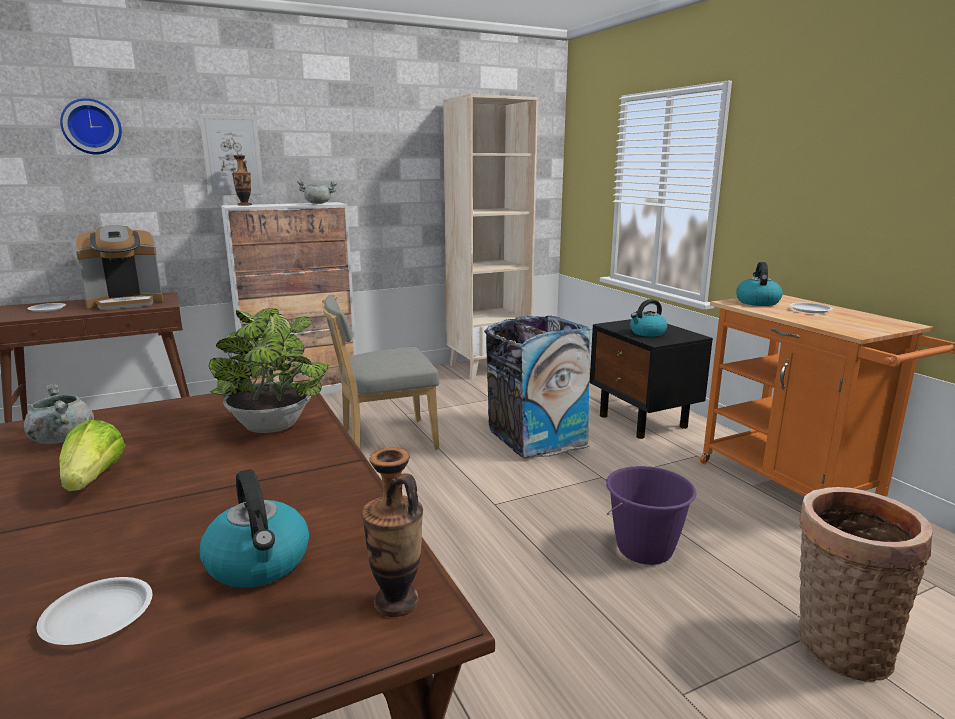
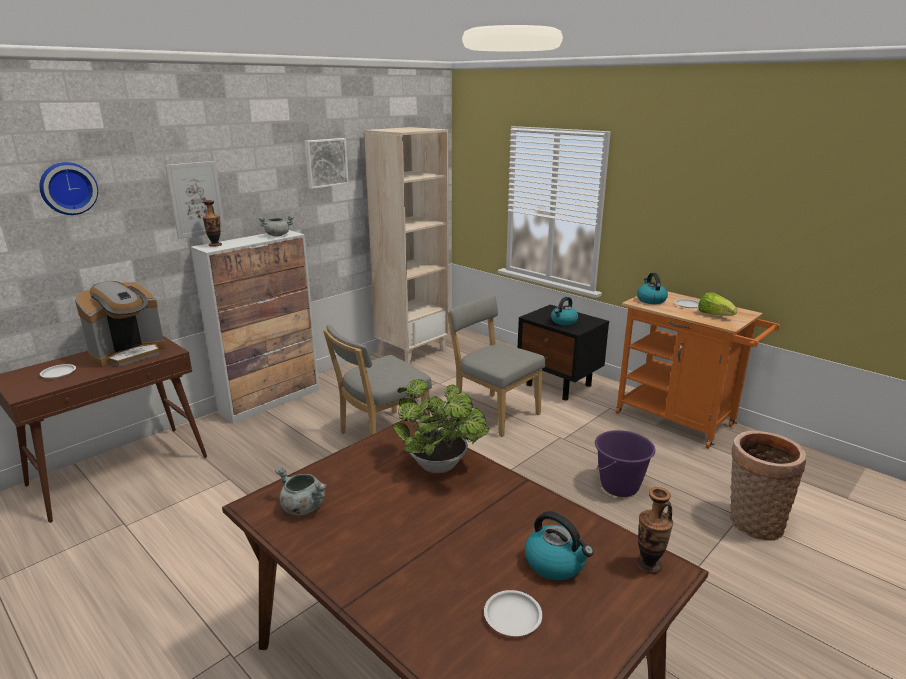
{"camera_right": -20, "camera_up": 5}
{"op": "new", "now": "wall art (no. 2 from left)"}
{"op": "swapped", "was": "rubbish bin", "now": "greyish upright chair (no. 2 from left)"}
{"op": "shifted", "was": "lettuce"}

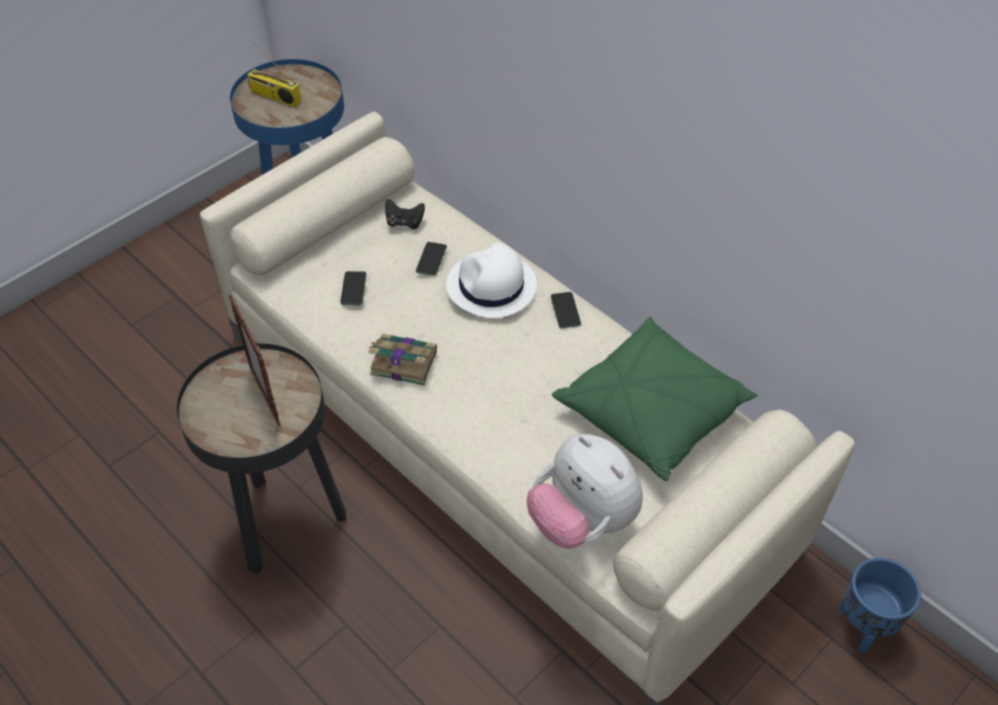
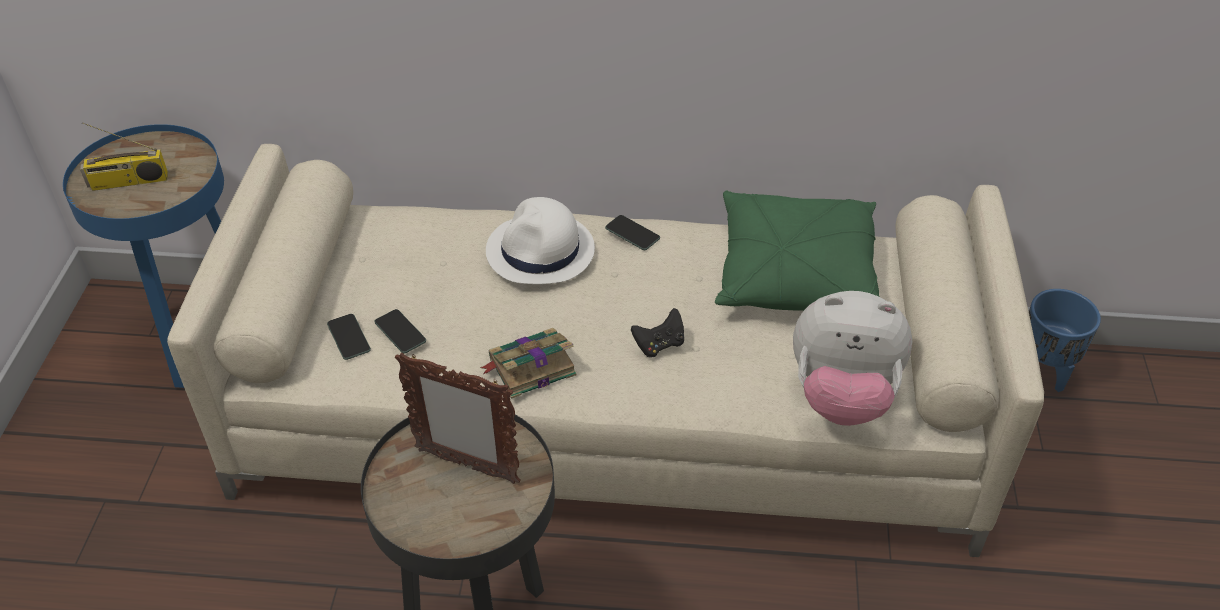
{"camera_right": -40, "camera_up": -5}
{"op": "shifted", "was": "handset (no. 2 from left in the first image)", "now": "handset (no. 1 from left)"}
{"op": "shifted", "was": "blackish gamepad"}

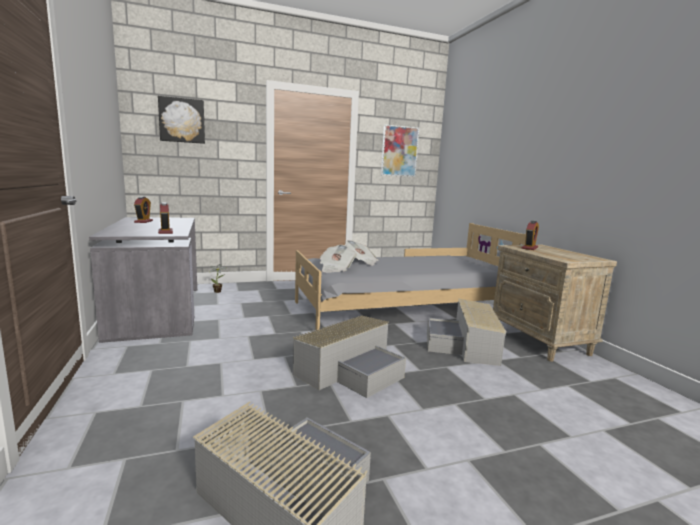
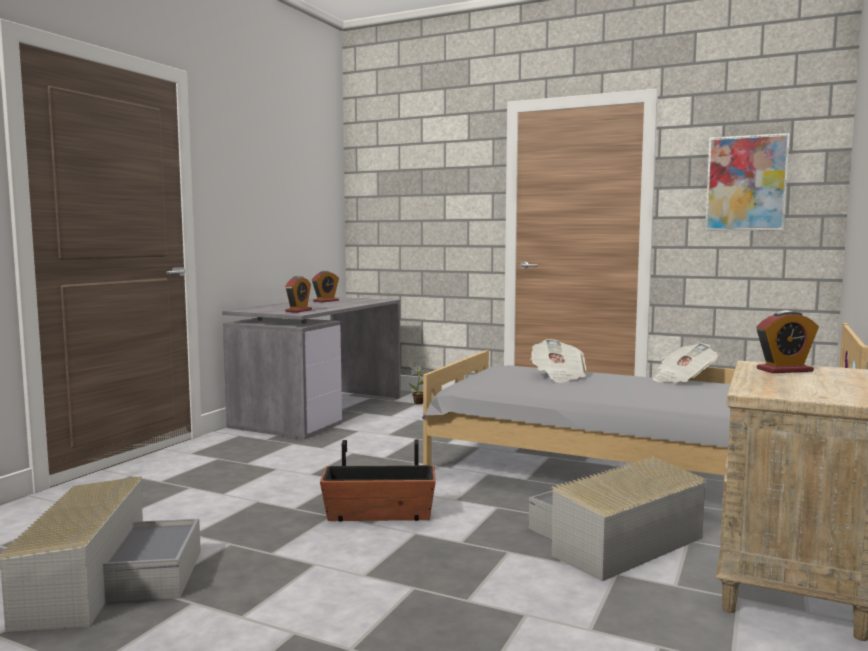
{"camera_right": 45, "camera_up": -5}
{"op": "swapped", "was": "greyish storage bin (no. 2 from left)", "now": "plant pot"}
{"op": "shifted", "was": "printed paper (no. 1 from left in the first image)", "now": "printed paper (no. 2 from left)"}
{"op": "gone", "was": "wall art (no. 1 from left)"}

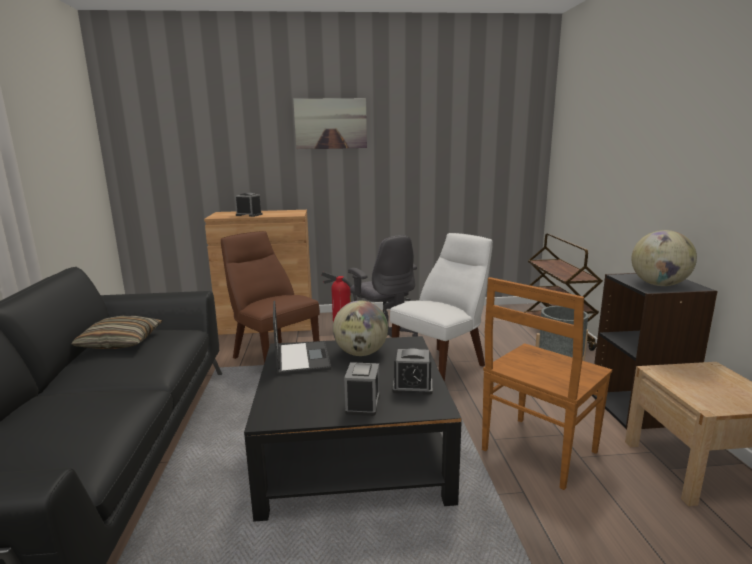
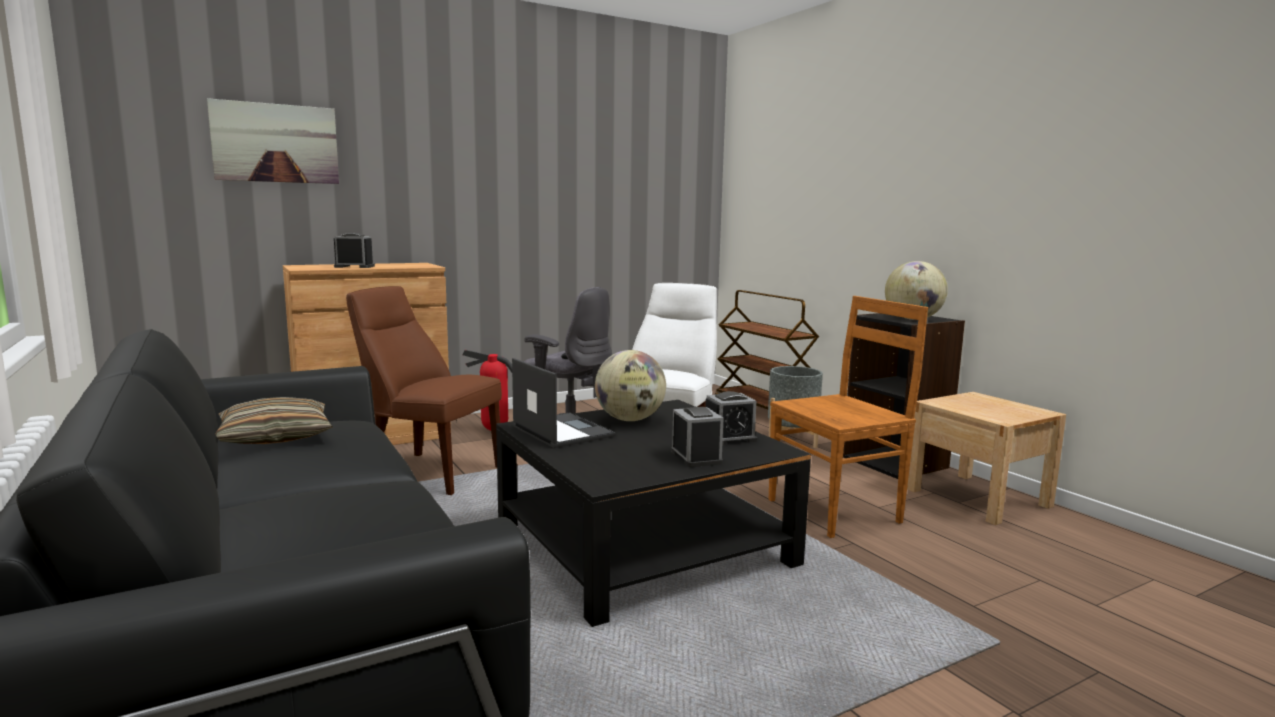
{"camera_right": -25, "camera_up": -5}
{"op": "shifted", "was": "wall art"}
{"op": "rotated", "was": "brown-coloured upright chair (no. 2 from left)", "clockwise": -135}

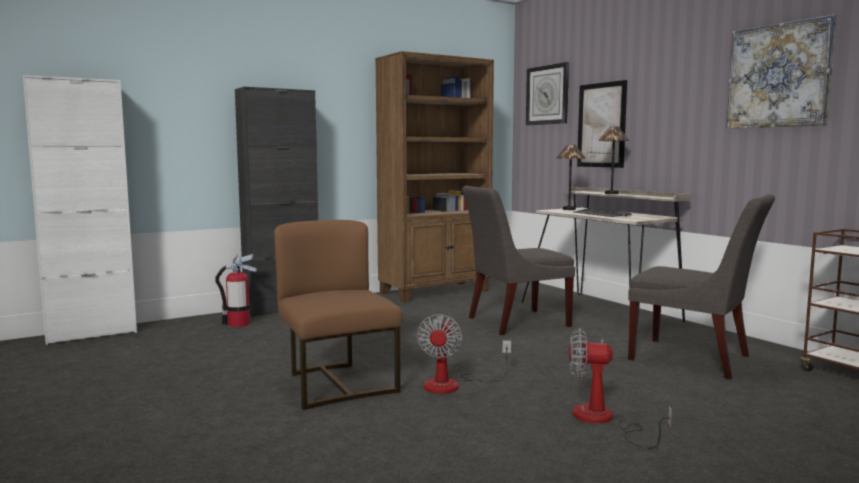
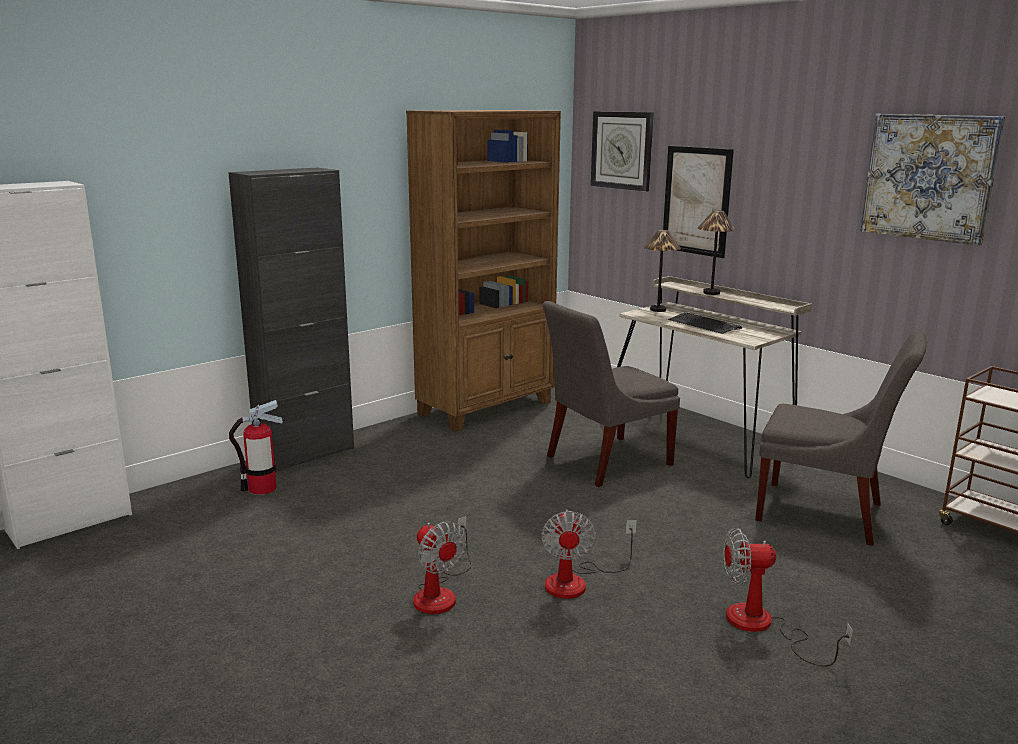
{"camera_right": -10, "camera_up": 10}
{"op": "swapped", "was": "brown-coloured upright chair", "now": "fan (no. 1 from left)"}

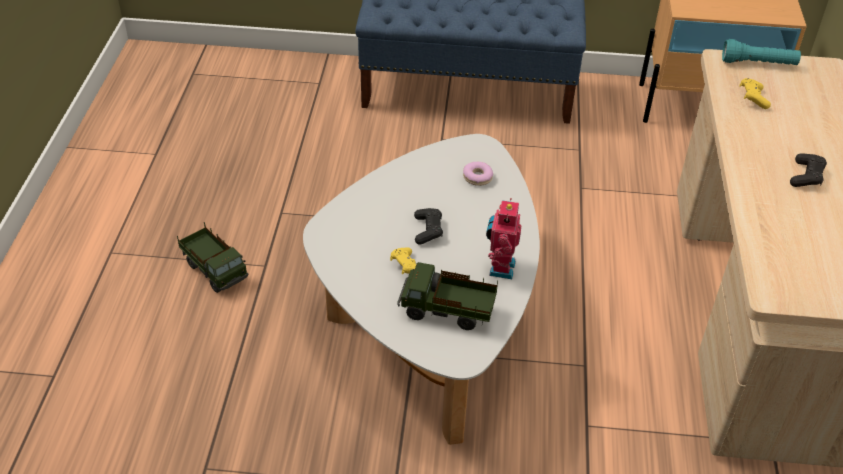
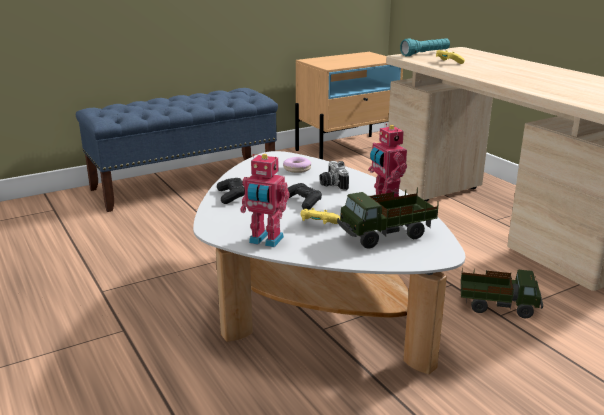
{"camera_right": -35, "camera_up": -20}
{"op": "shifted", "was": "blackish gamepad (no. 2 from left in the first image)", "now": "blackish gamepad (no. 1 from left)"}
{"op": "new", "now": "robot figure (no. 1 from left)"}
{"op": "new", "now": "photo camera"}
{"op": "shifted", "was": "model truck (no. 1 from left in the first image)", "now": "model truck (no. 2 from left)"}

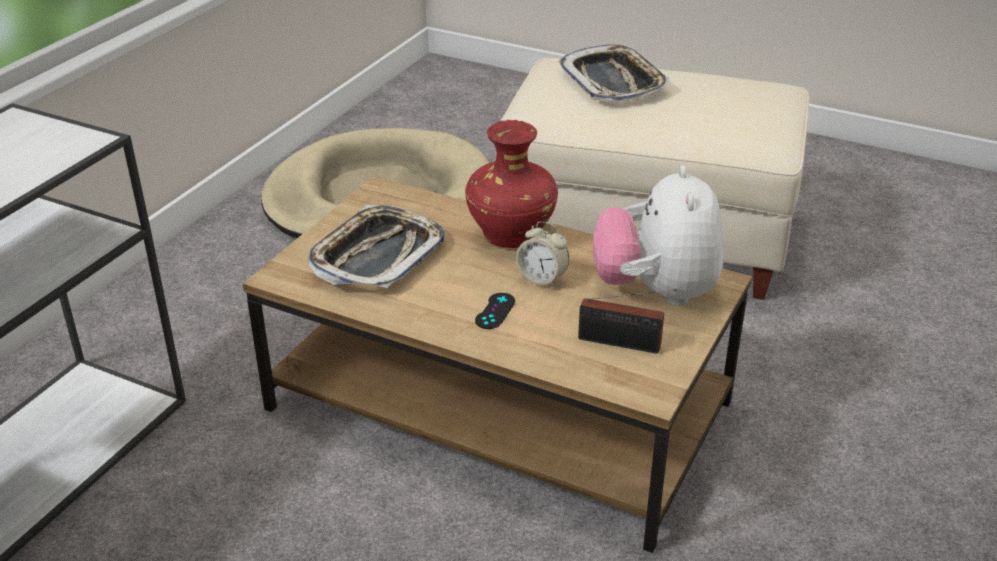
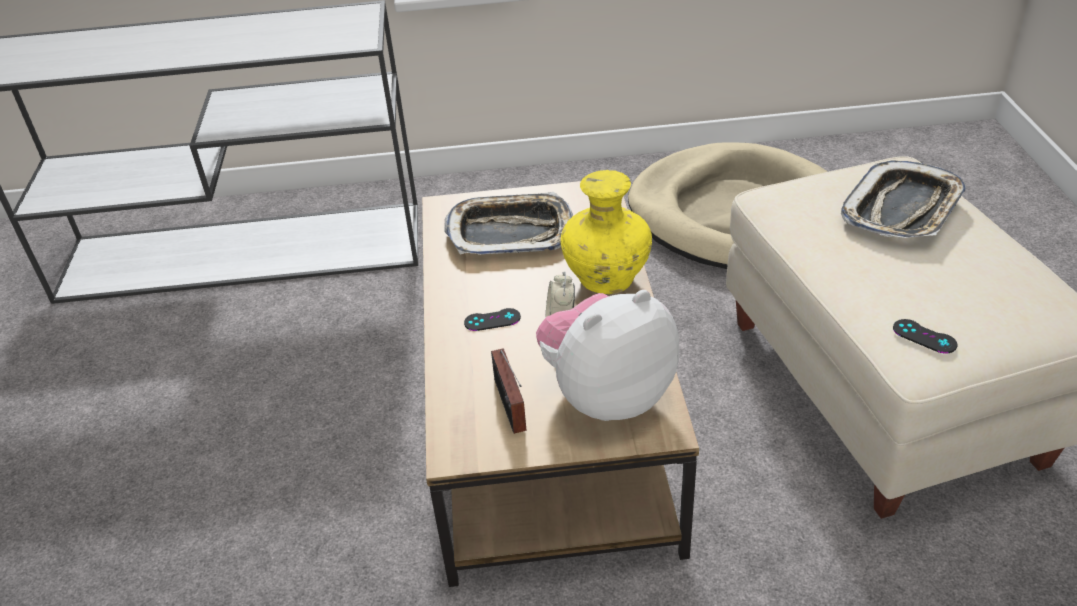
{"camera_right": 60, "camera_up": 5}
{"op": "repainted", "was": "reddish vase", "now": "yellow vase"}
{"op": "new", "now": "blackish gamepad (no. 2 from left)"}

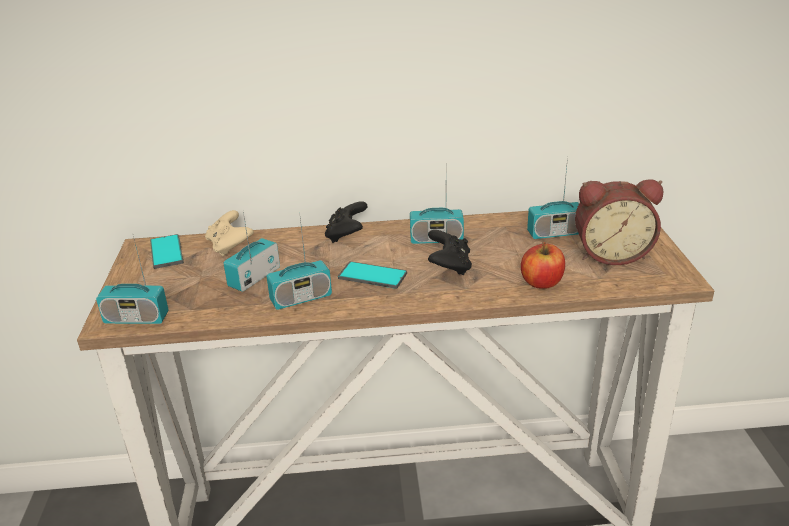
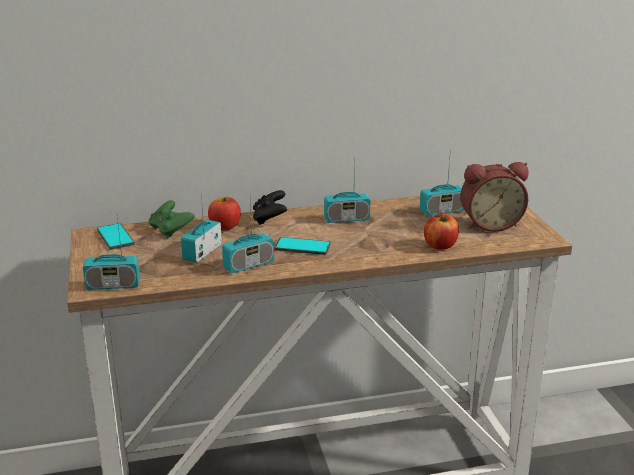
{"camera_right": -10, "camera_up": -5}
{"op": "repainted", "was": "beige gamepad", "now": "green gamepad"}
{"op": "new", "now": "apple fruit (no. 1 from left)"}
{"op": "gone", "was": "blackish gamepad (no. 2 from left)"}

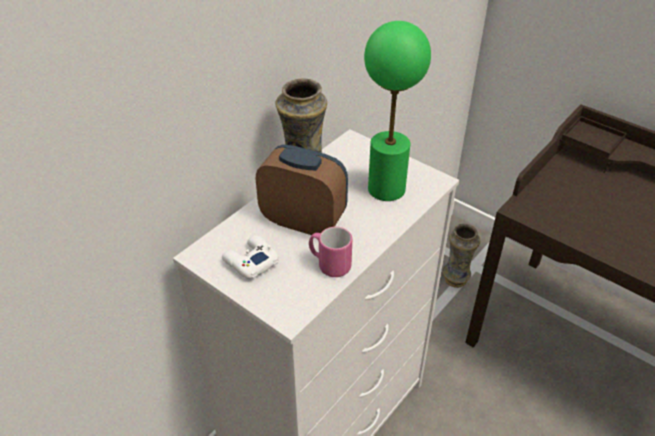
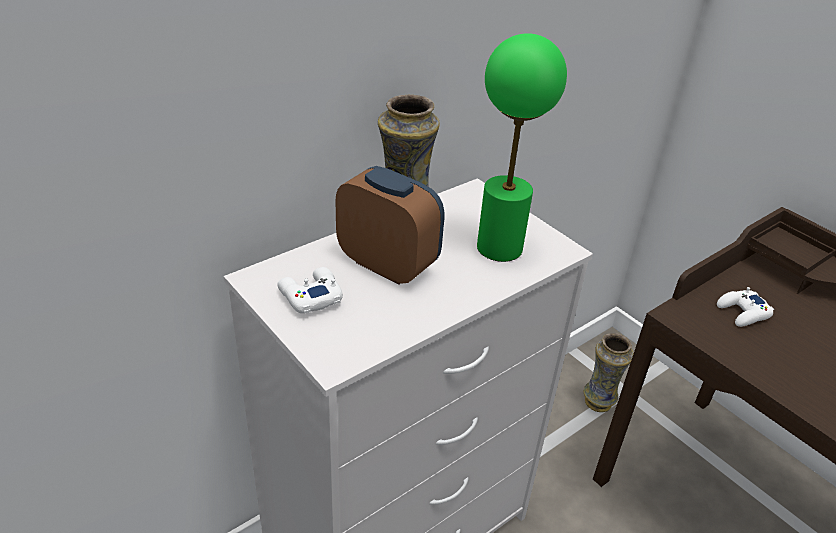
{"camera_right": 10, "camera_up": -5}
{"op": "new", "now": "whitish gamepad (no. 2 from left)"}
{"op": "gone", "was": "pink-coloured coffee mug"}

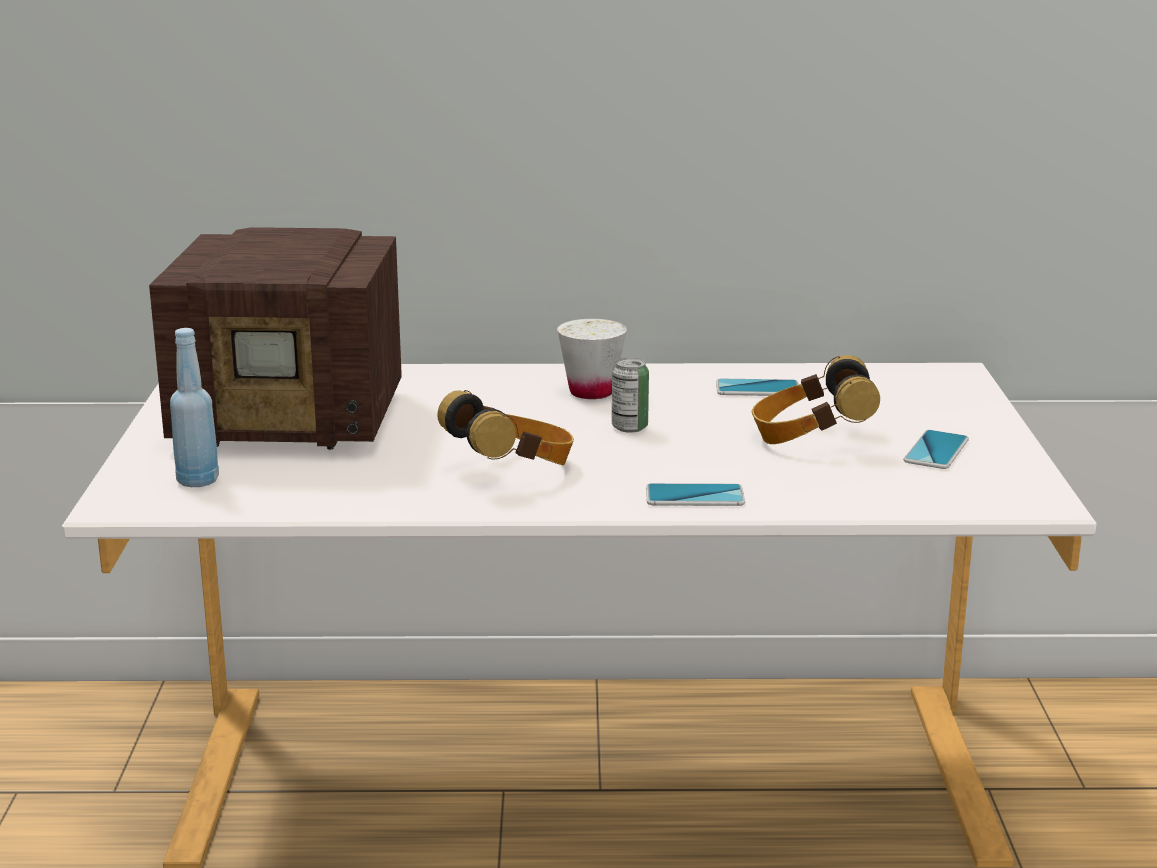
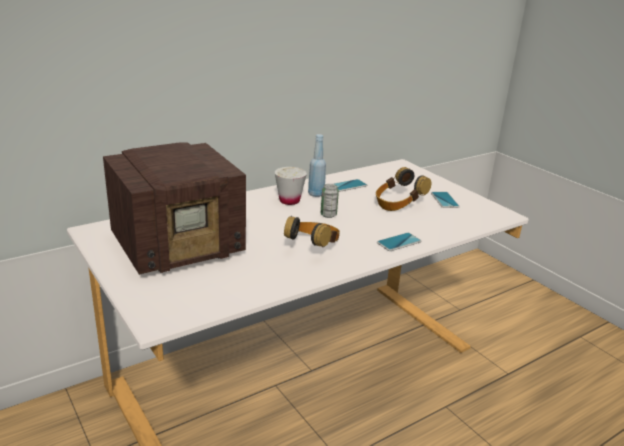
{"camera_right": -35, "camera_up": 5}
{"op": "shifted", "was": "bluish beverage bottle"}

